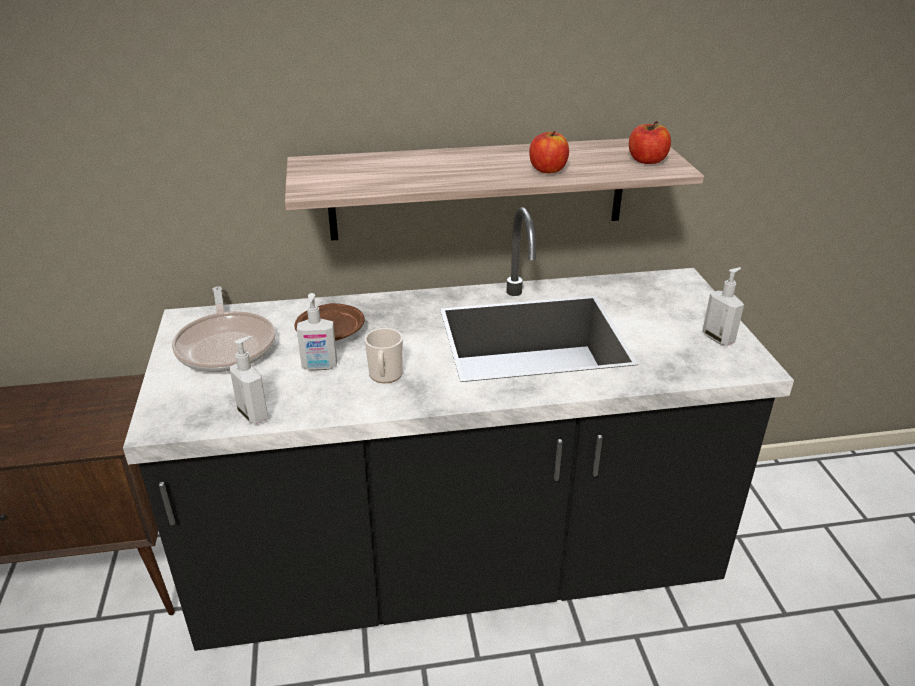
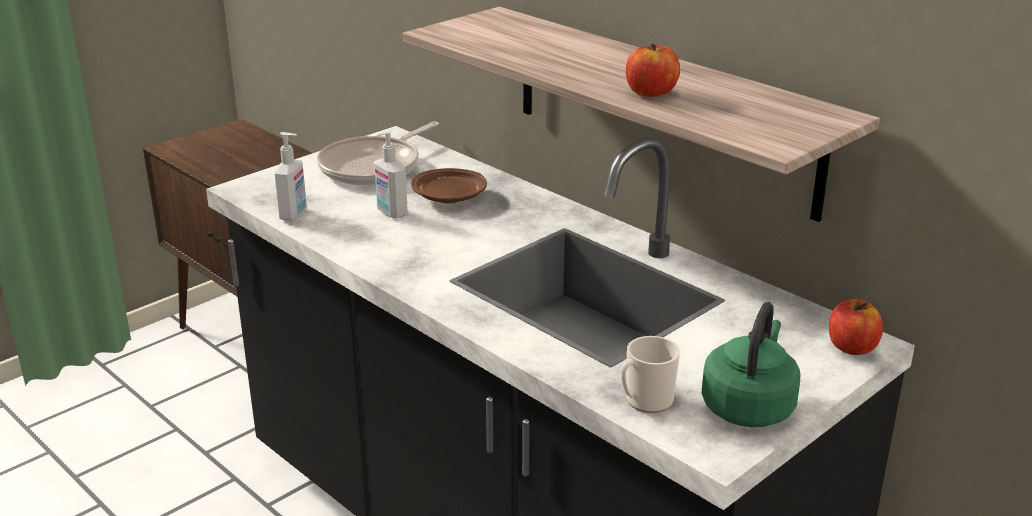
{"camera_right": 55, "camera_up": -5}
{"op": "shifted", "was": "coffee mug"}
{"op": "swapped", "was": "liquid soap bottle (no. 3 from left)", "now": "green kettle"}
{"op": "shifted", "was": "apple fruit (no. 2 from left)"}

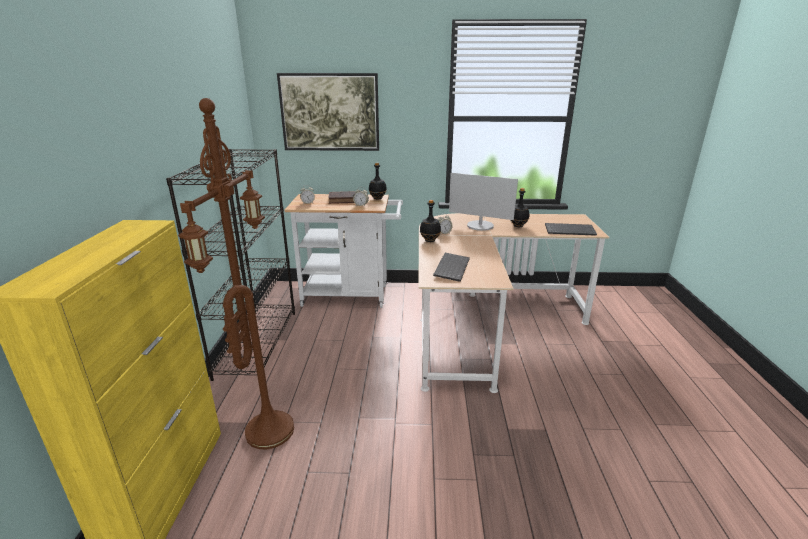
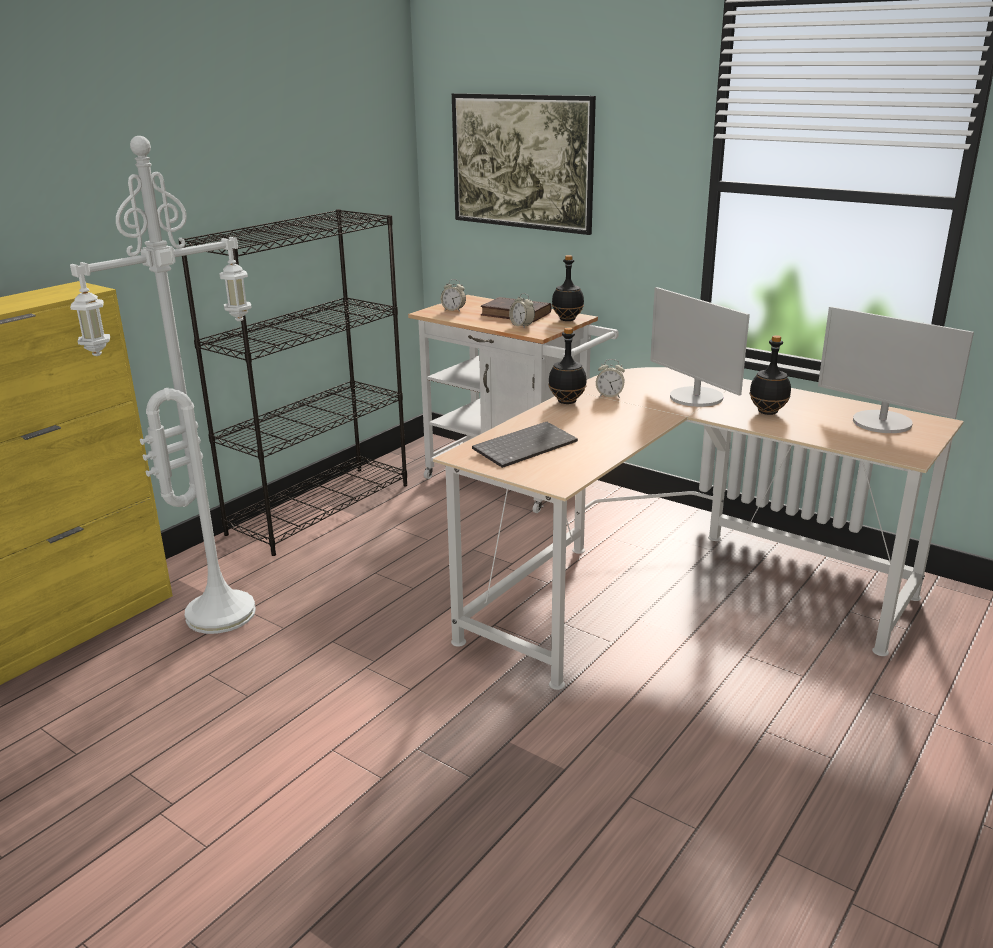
{"camera_right": 35, "camera_up": 0}
{"op": "repainted", "was": "brown-coloured standard lamp", "now": "whitish standard lamp"}
{"op": "new", "now": "computer display (no. 2 from left)"}
{"op": "gone", "was": "PC keyboard (no. 2 from left)"}

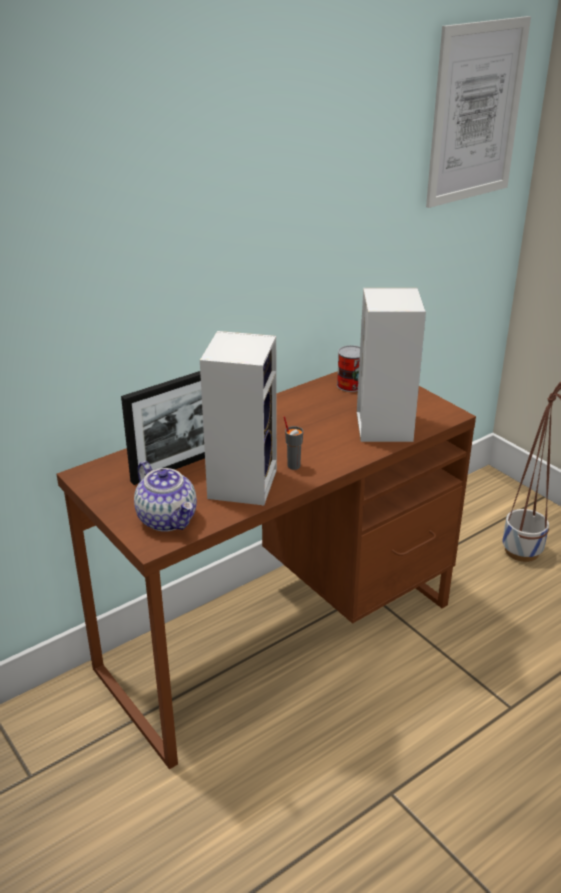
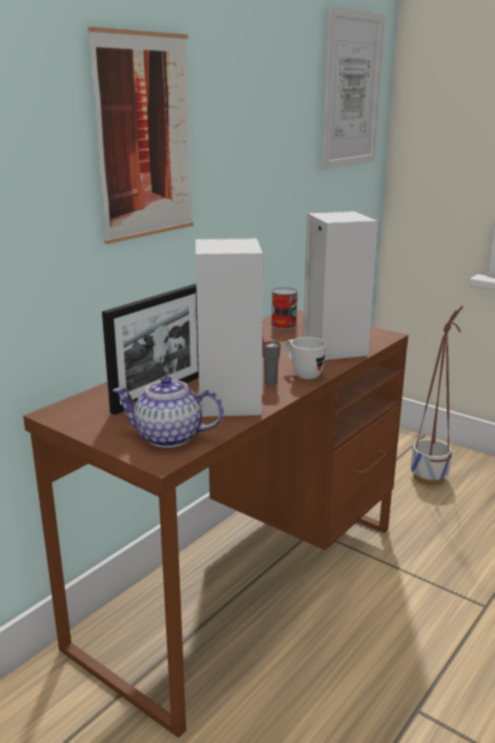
{"camera_right": -15, "camera_up": -10}
{"op": "new", "now": "wall art (no. 1 from left)"}
{"op": "rotated", "was": "pot for tea", "clockwise": 150}
{"op": "new", "now": "whitish coffee mug"}

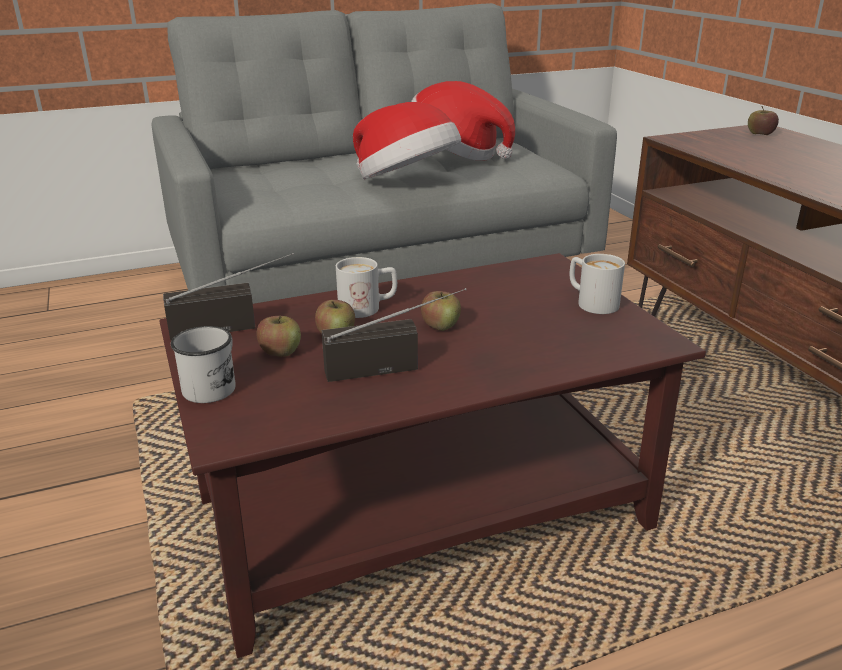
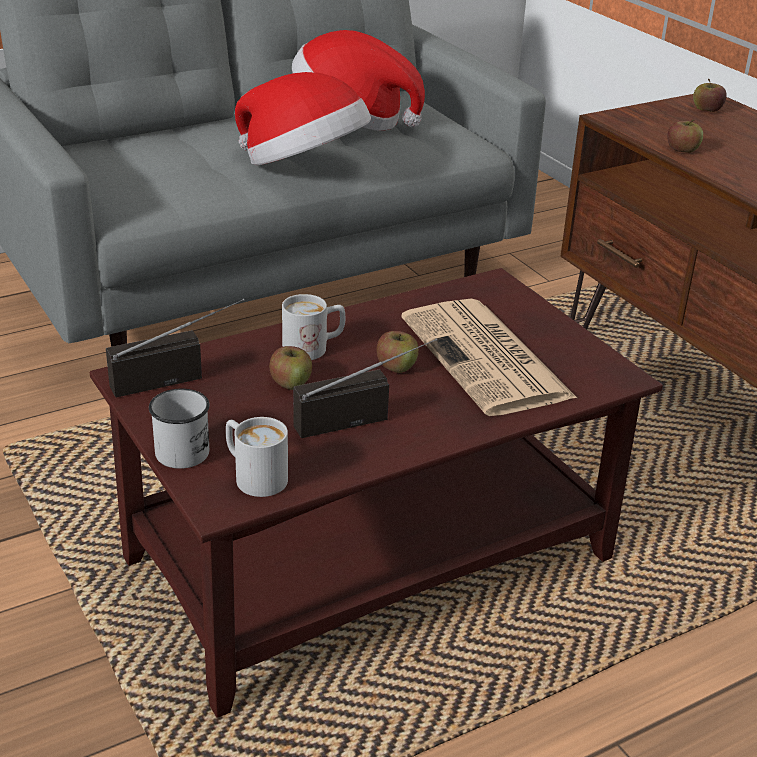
{"camera_right": -10, "camera_up": 5}
{"op": "shifted", "was": "whitish coffee mug (no. 3 from left in the first image)", "now": "whitish coffee mug (no. 2 from left)"}
{"op": "new", "now": "printed paper"}
{"op": "shifted", "was": "apple fruit (no. 1 from left in the first image)", "now": "apple fruit (no. 3 from left)"}

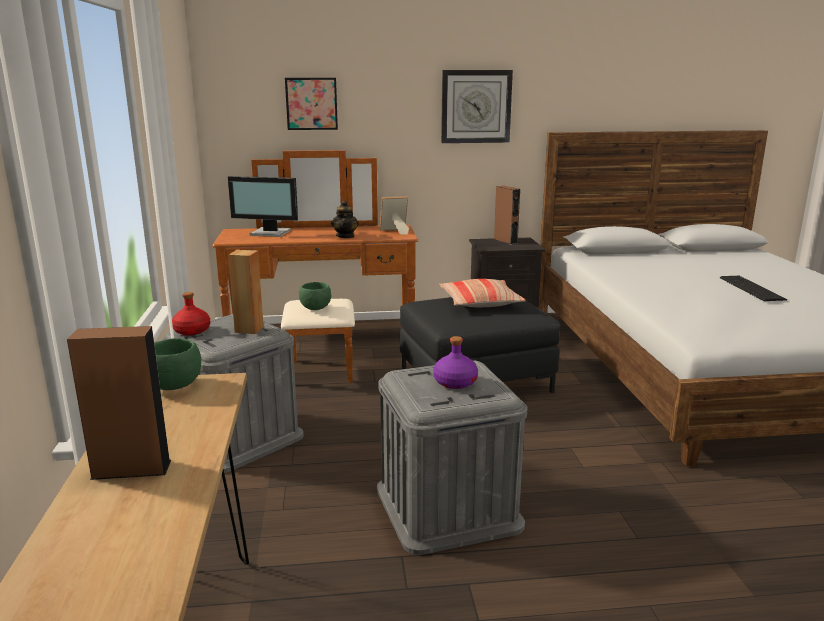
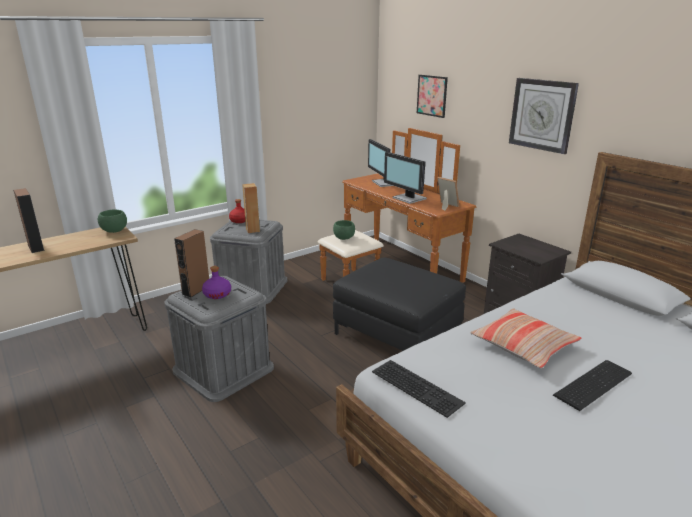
{"camera_right": 60, "camera_up": 5}
{"op": "shifted", "was": "brown-coloured audio speaker (no. 3 from left in the first image)", "now": "brown-coloured audio speaker (no. 2 from left)"}
{"op": "new", "now": "PC keyboard (no. 1 from left)"}
{"op": "swapped", "was": "pot for tea", "now": "computer display (no. 2 from left)"}
{"op": "shifted", "was": "pillow"}

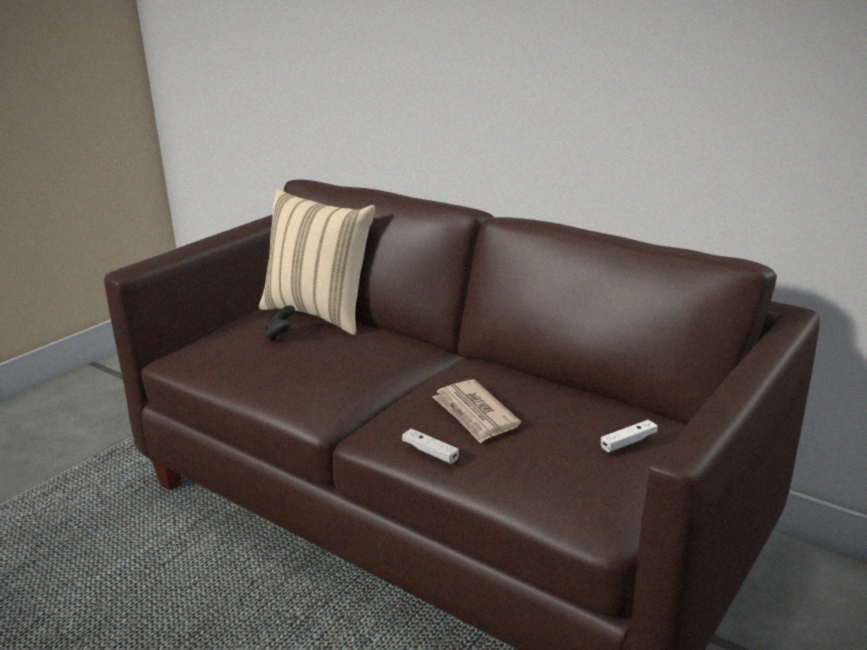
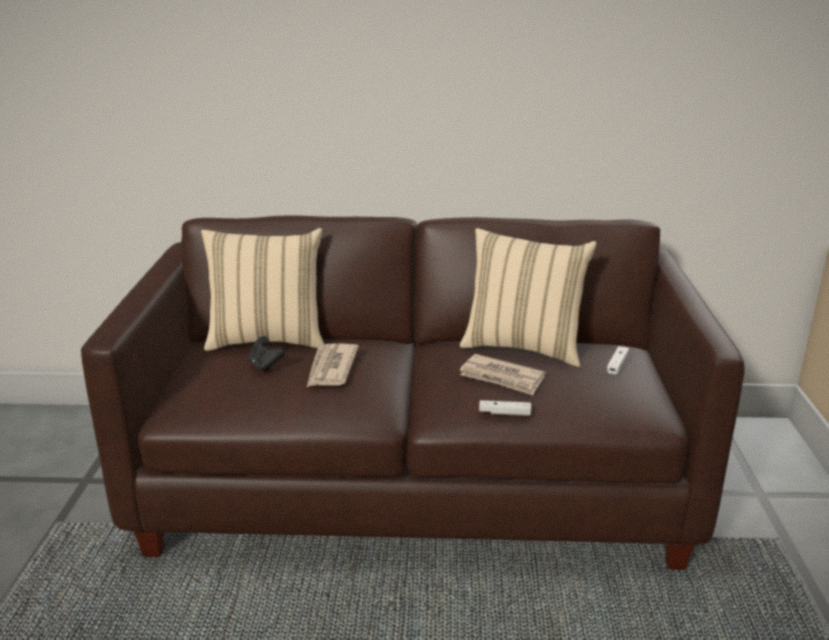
{"camera_right": -35, "camera_up": 0}
{"op": "new", "now": "printed paper (no. 1 from left)"}
{"op": "new", "now": "beige pillow (no. 2 from left)"}

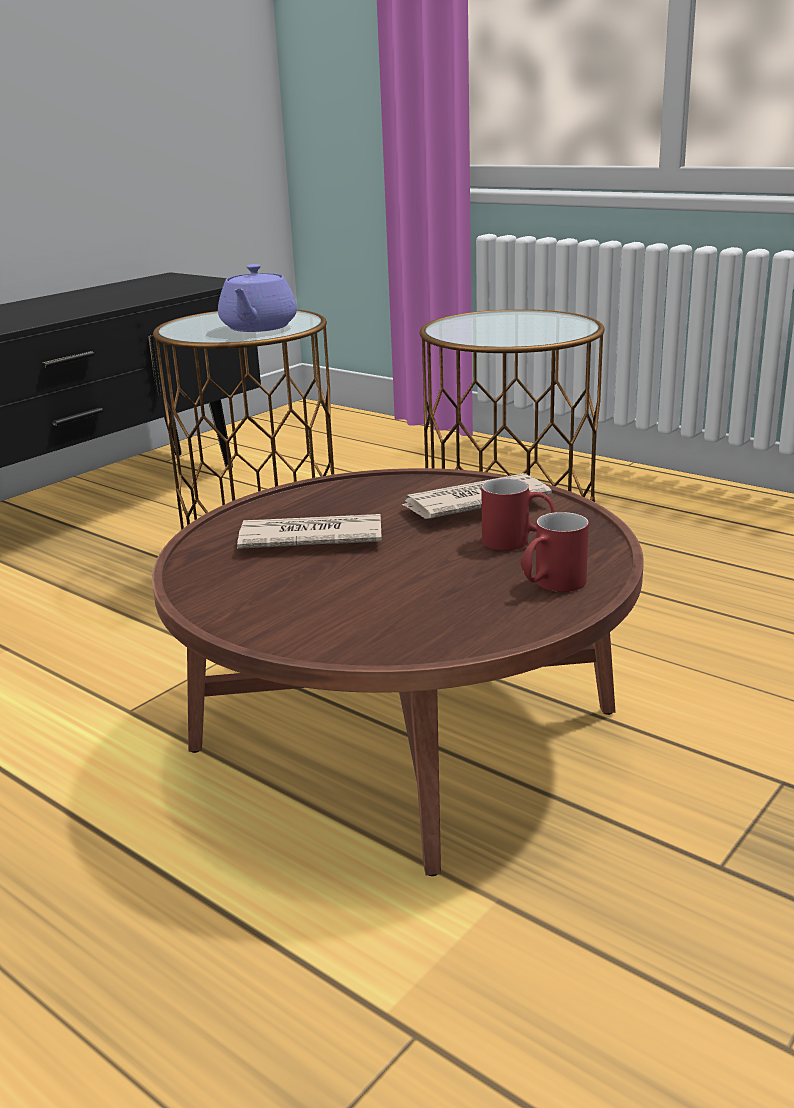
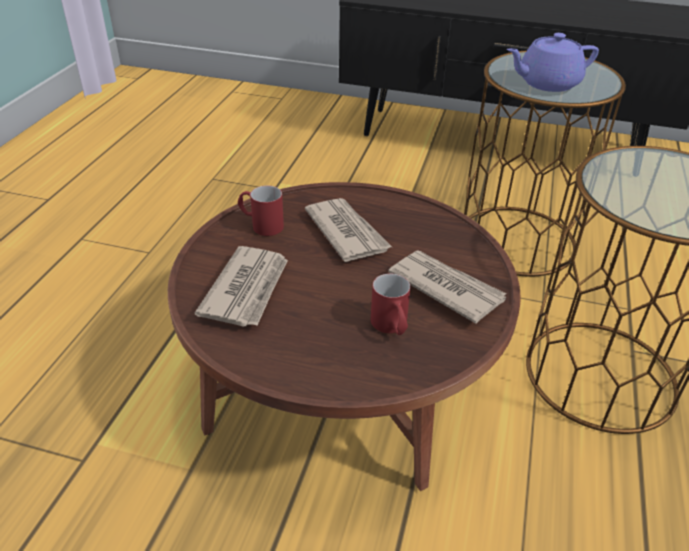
{"camera_right": 65, "camera_up": 15}
{"op": "new", "now": "printed paper (no. 1 from left)"}
{"op": "shifted", "was": "reddish coffee mug (no. 2 from left in the first image)", "now": "reddish coffee mug (no. 1 from left)"}

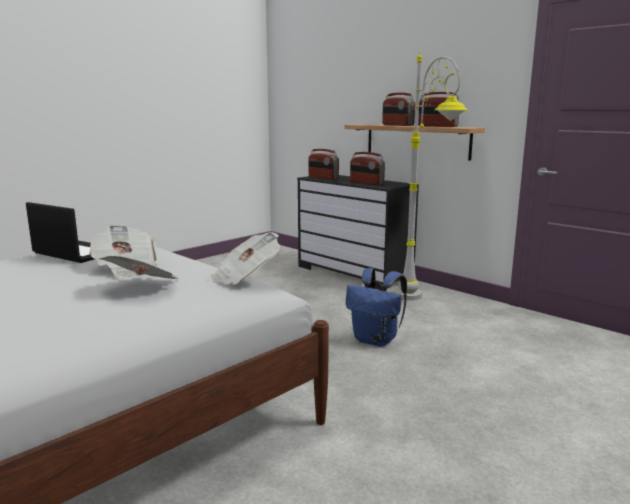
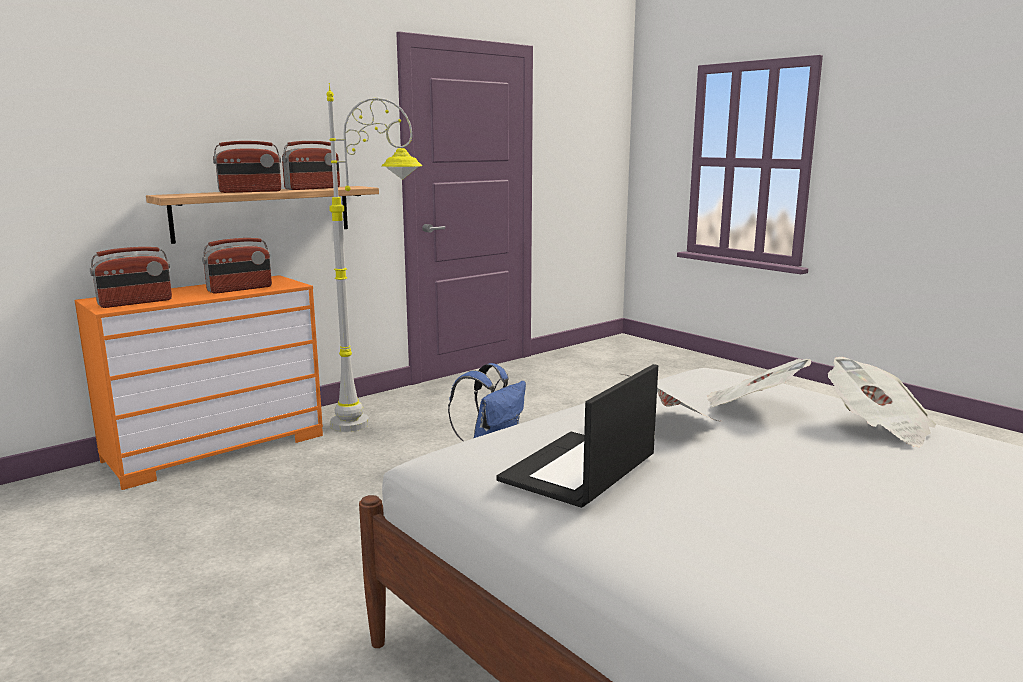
{"camera_right": -85, "camera_up": 0}
{"op": "repainted", "was": "blackish chest of drawers", "now": "orange chest of drawers"}
{"op": "shifted", "was": "printed paper (no. 3 from left)"}

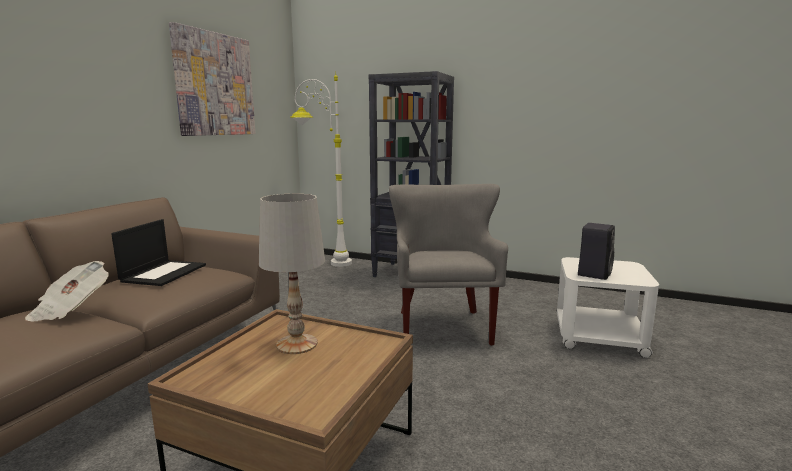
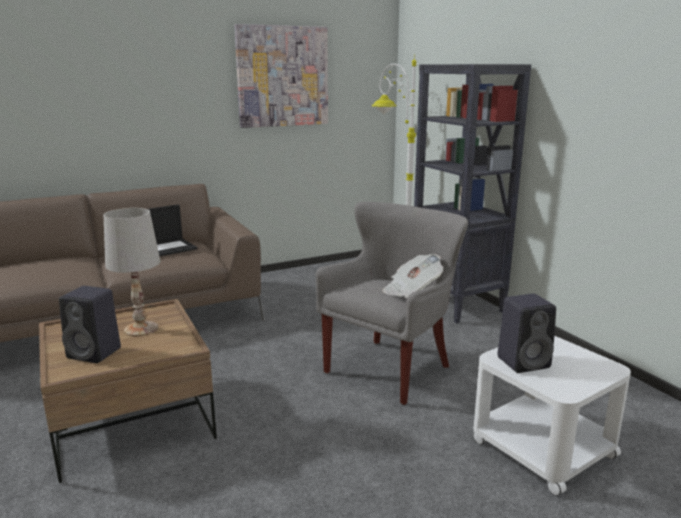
{"camera_right": 40, "camera_up": 5}
{"op": "new", "now": "blackish audio speaker (no. 1 from left)"}
{"op": "shifted", "was": "printed paper"}

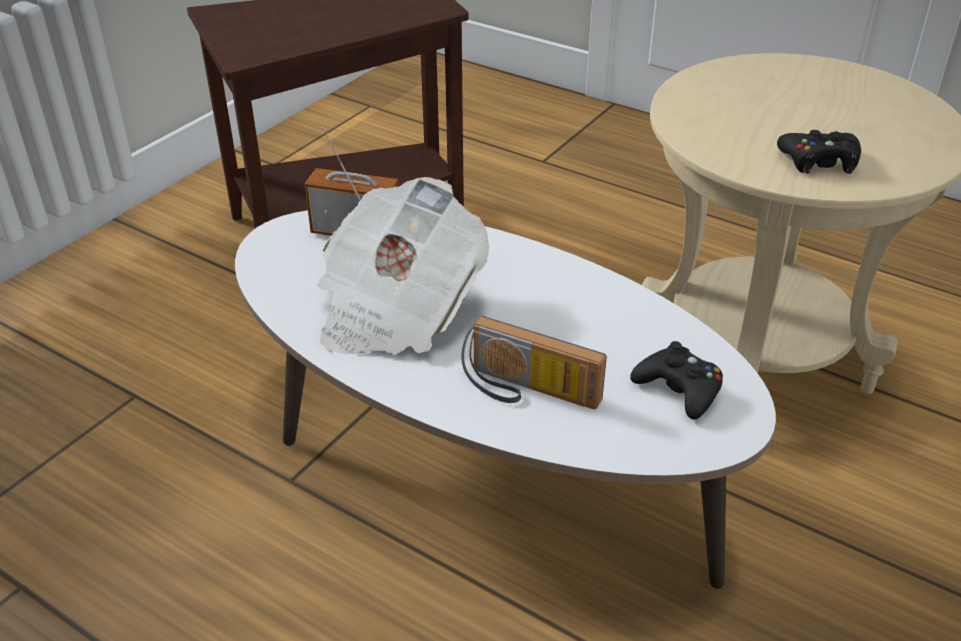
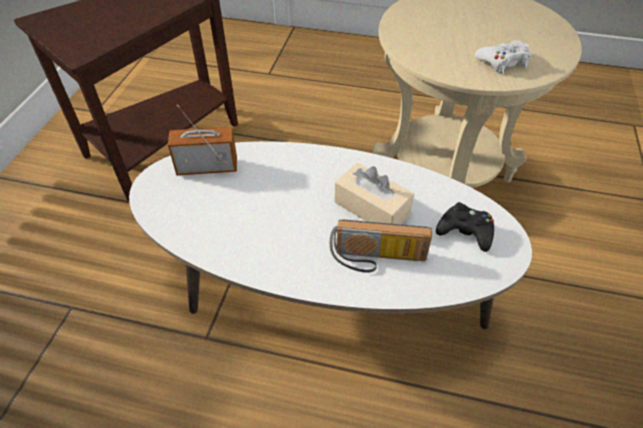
{"camera_right": -20, "camera_up": 10}
{"op": "new", "now": "beige tissue holder"}
{"op": "repainted", "was": "blackish gamepad (no. 2 from left)", "now": "whitish gamepad"}
{"op": "gone", "was": "printed paper"}

